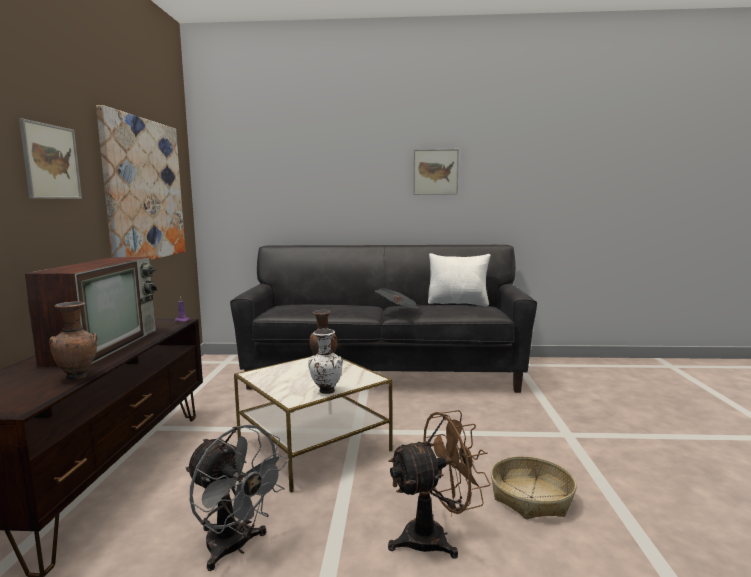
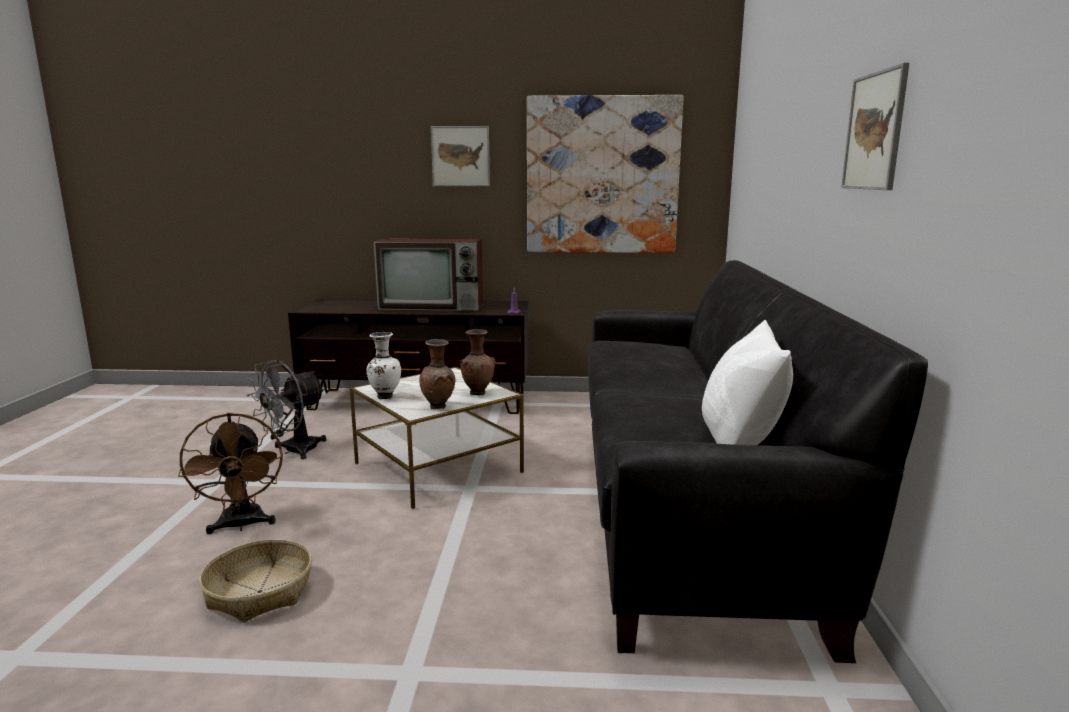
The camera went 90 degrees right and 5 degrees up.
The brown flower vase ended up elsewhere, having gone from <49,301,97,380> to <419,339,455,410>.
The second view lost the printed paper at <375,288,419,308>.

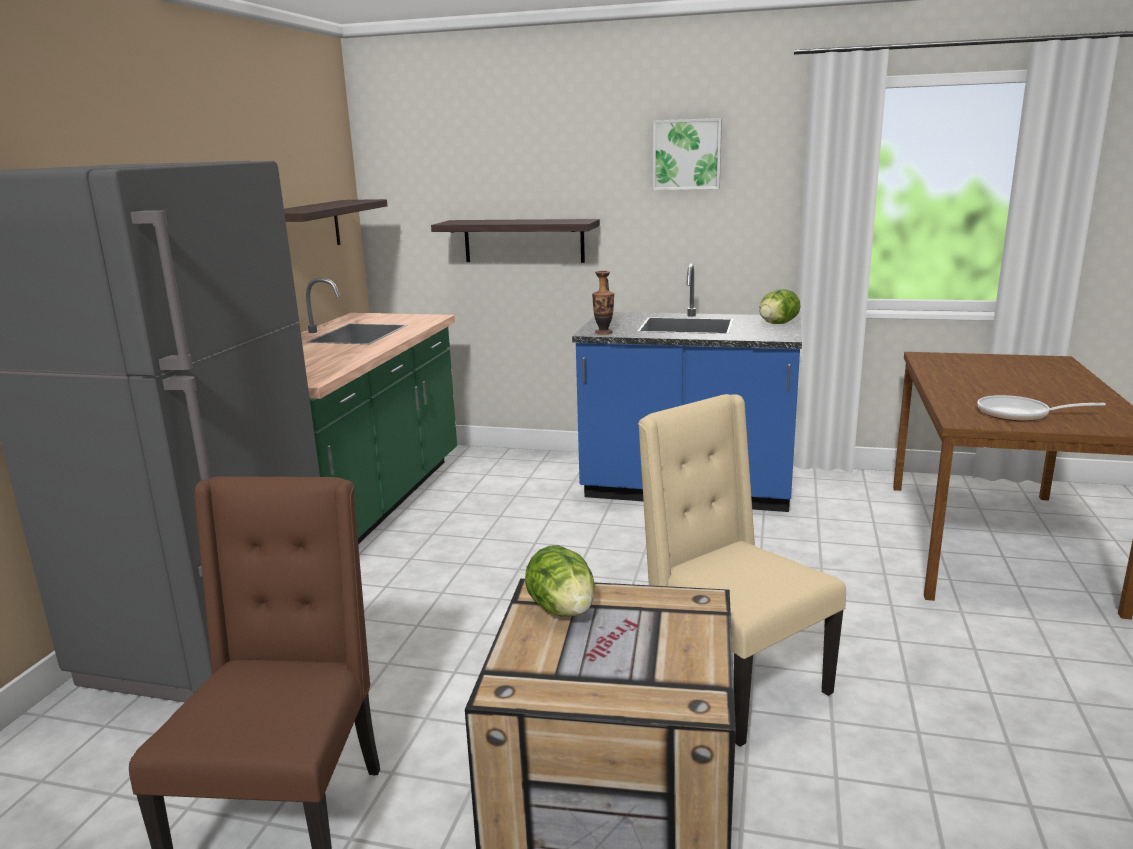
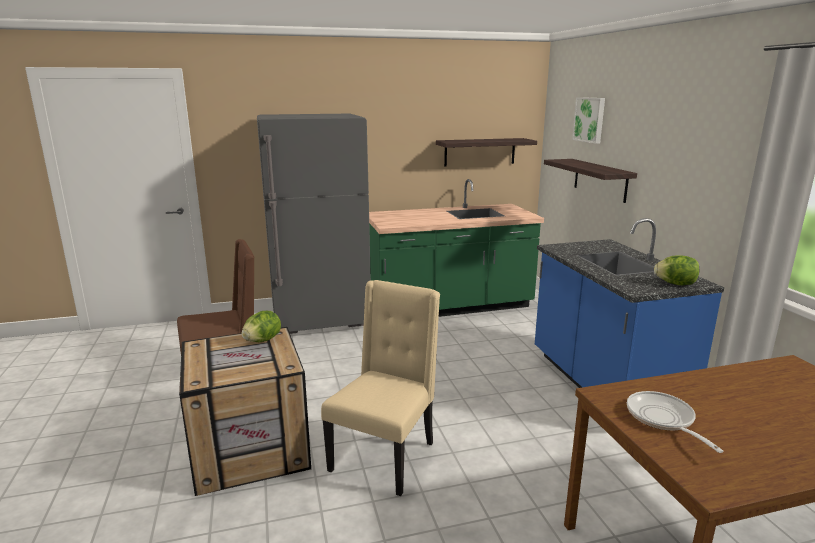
The camera went 60 degrees right and 0 degrees up.
The second view lost the flower vase at <592,271,614,335>.
The wall art ended up elsewhere, having gone from <653,118,722,190> to <572,97,605,144>.

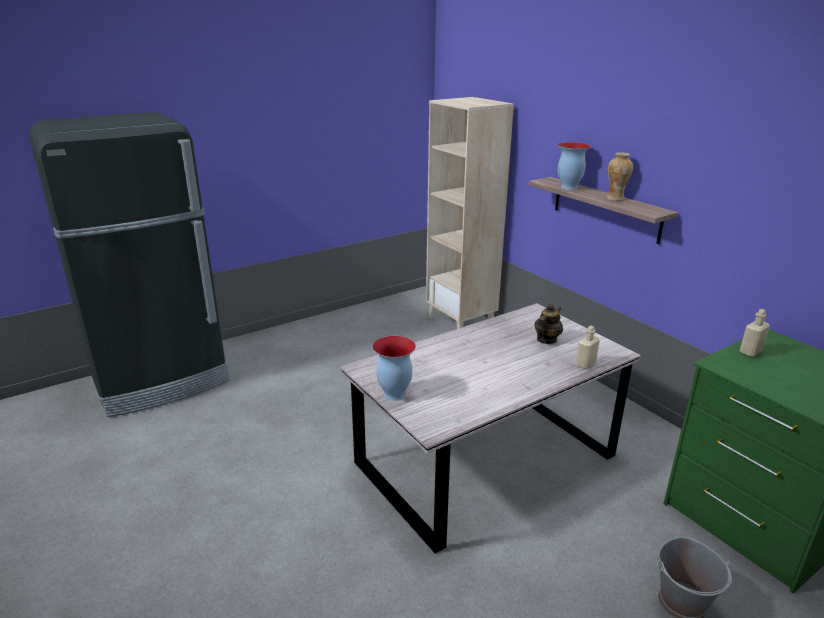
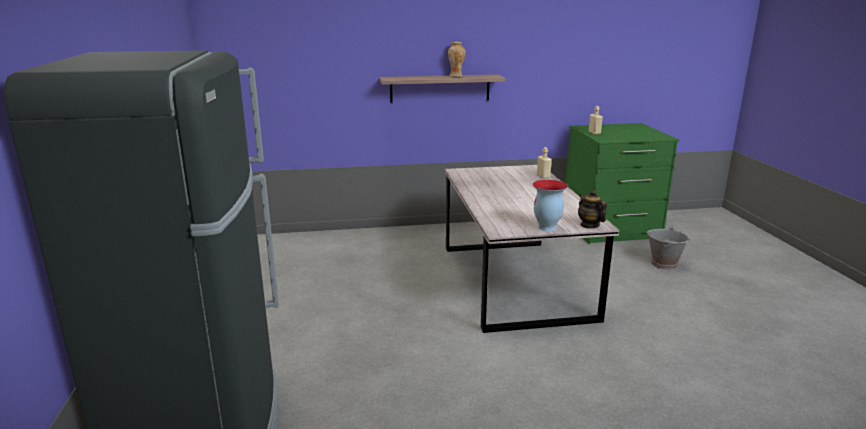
The camera went 65 degrees left and 5 degrees down.
The second view lost the beige bookshelf at <426,97,514,329>.
The tea pot ended up elsewhere, having gone from <534,304,563,344> to <578,190,607,229>.
The second view lost the flower vase at <558,142,591,190>.

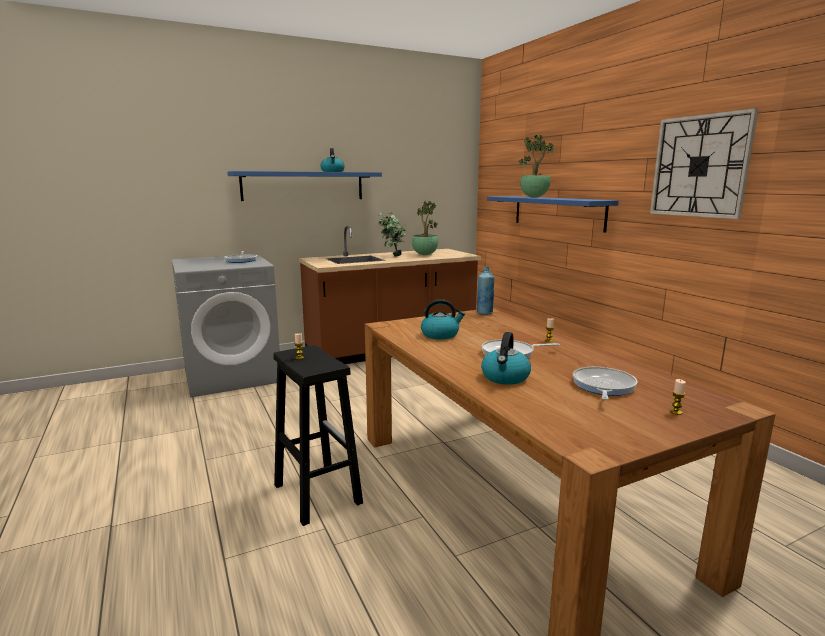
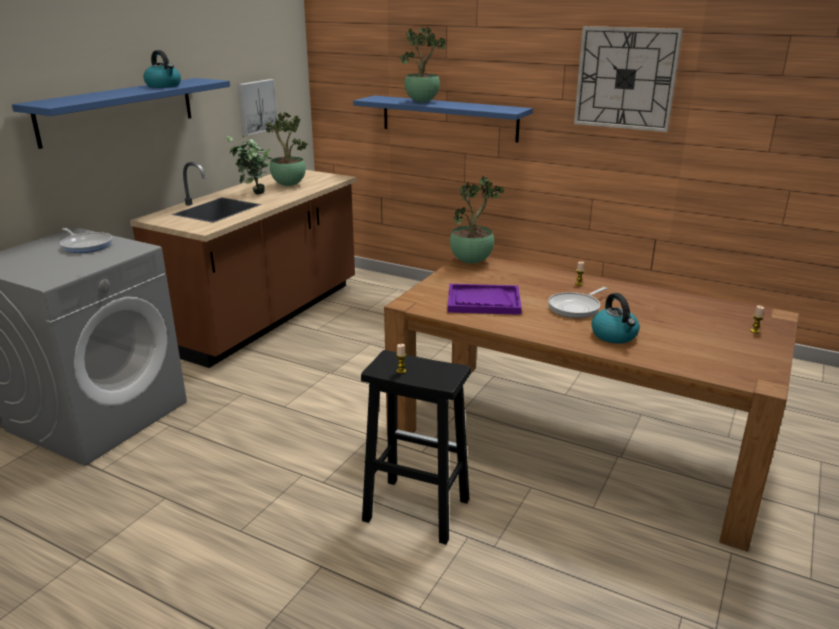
The camera went 35 degrees left and 10 degrees up.
Where the kettle stood at <421,299,465,340>, the purple-coloured tray came to stand at <448,284,522,315>.
Where the blue-coloured drink bottle stood at <477,266,494,315>, the plant in a pot came to stand at <450,176,504,264>.
The second view lost the skillet at <573,367,638,400>.
The second view gained the wall art at <237,79,278,136>.

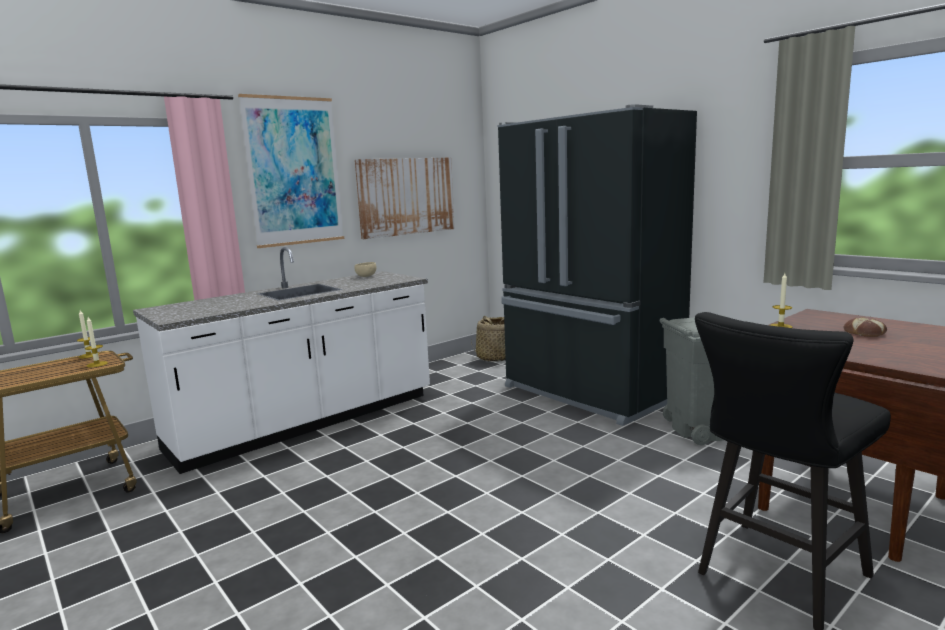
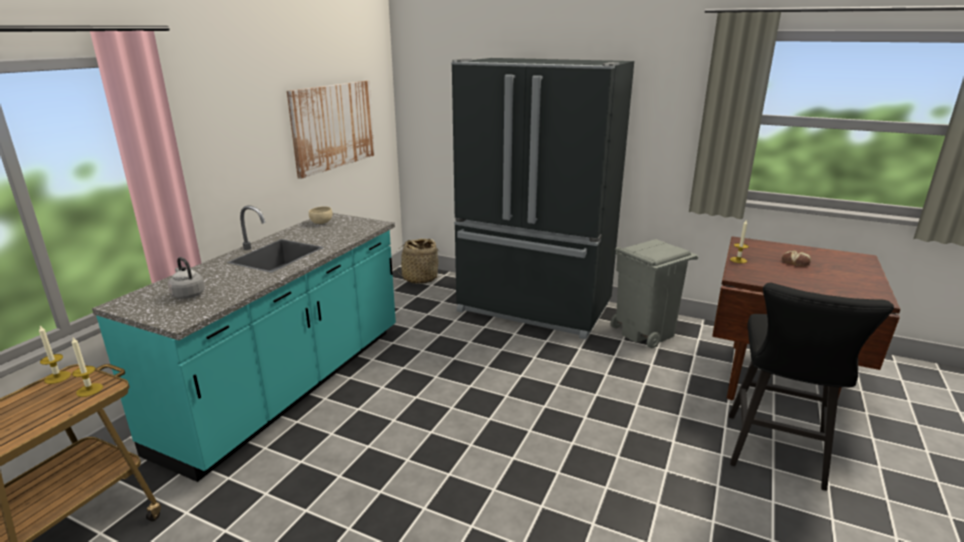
The camera went 25 degrees left and 10 degrees up.
What was the whitish kitchen counter at <133,247,430,474> turned into the blue-green kitchen counter at <92,205,396,482>.
The second view lost the wall art at <238,94,344,248>.
The second view gained the grey kettle at <168,257,205,299>.

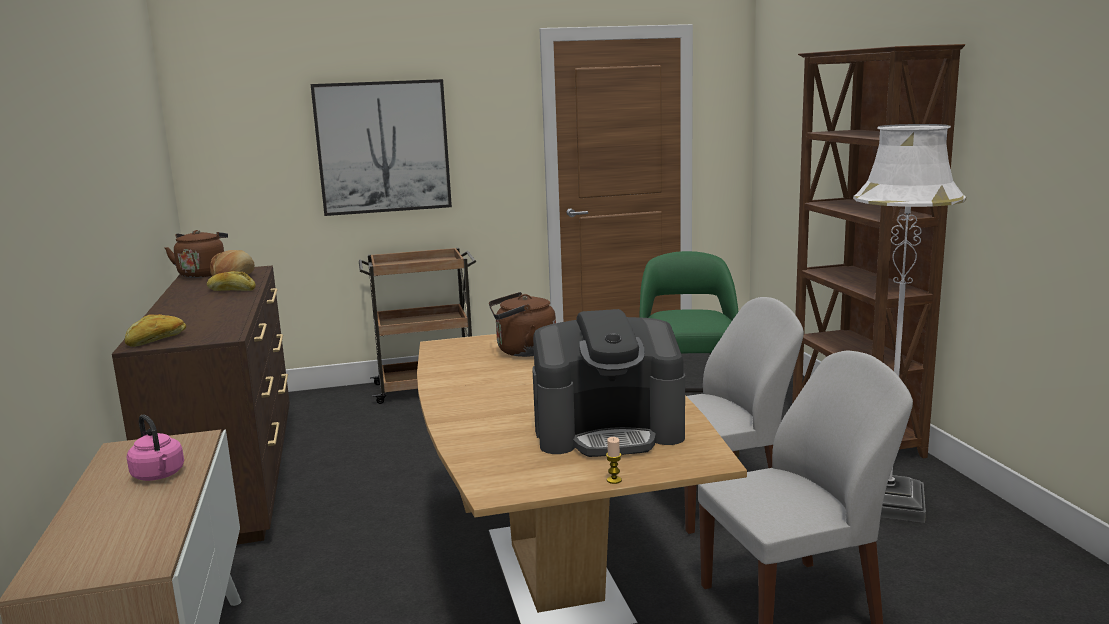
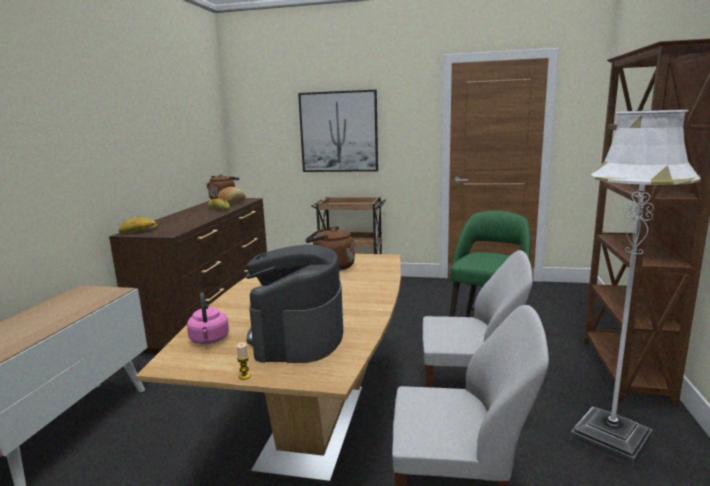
The camera went 25 degrees right and 0 degrees up.
The pinkish kettle ended up elsewhere, having gone from <127,414,184,481> to <187,292,229,344>.
The coffee machine at <532,309,685,457> ended up facing another way, 75 degrees clockwise from before.

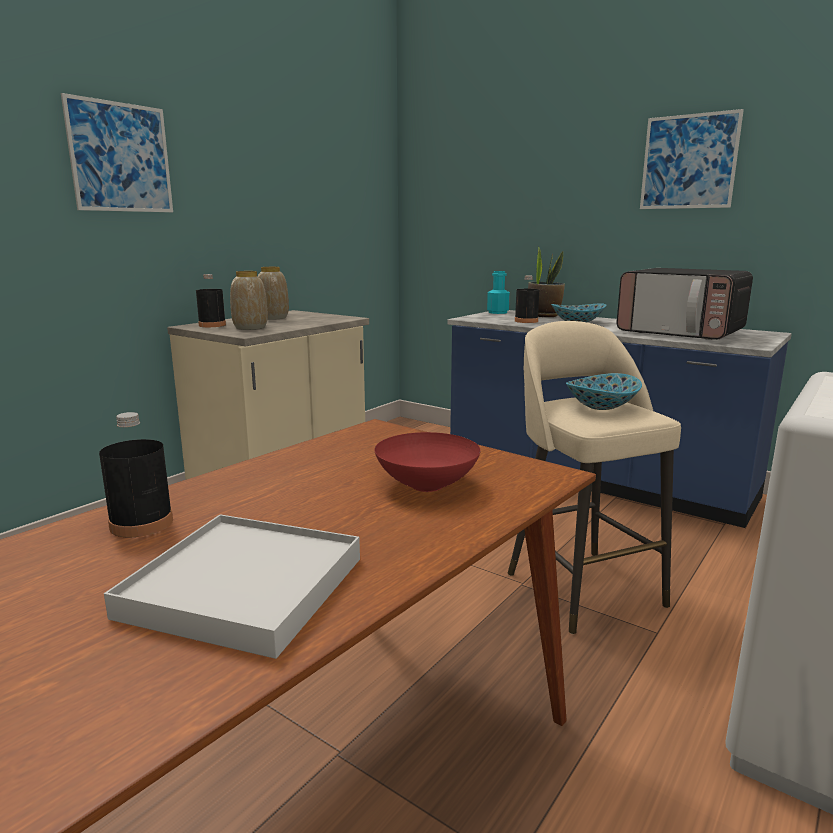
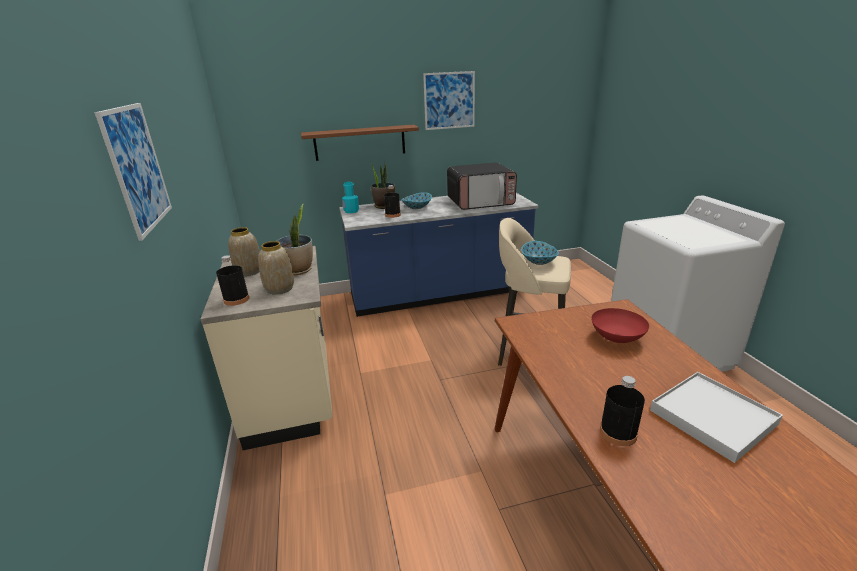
The camera went 50 degrees left and 10 degrees up.
The second view gained the plant in a pot at <277,203,313,275>.
The second view gained the brown bracket shelf at <301,125,419,161>.

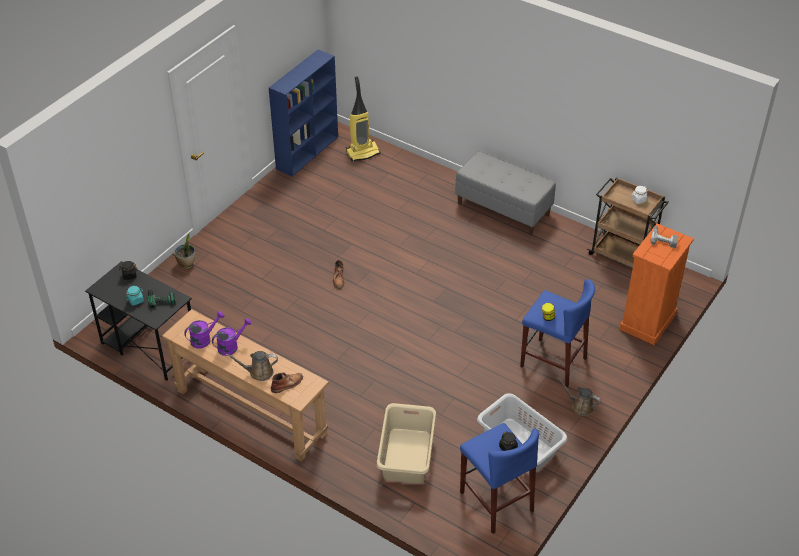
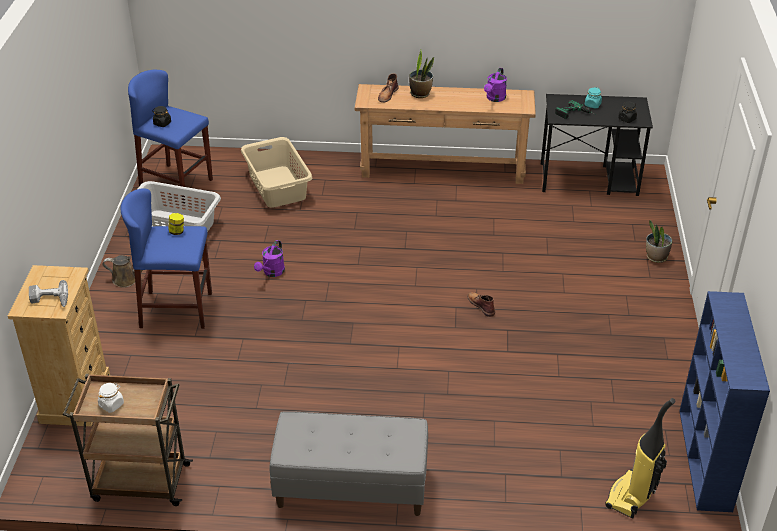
The camera went 150 degrees right and 5 degrees down.
The purple-coloured sprinkling can ended up elsewhere, having gone from <212,318,252,356> to <254,240,285,277>.
Where the brown sprinkling can stood at <226,351,278,381>, the plant in a pot came to stand at <409,50,434,98>.
What was the orange-coloured chest of drawers at <619,223,694,345> turned into the beige chest of drawers at <8,265,110,427>.

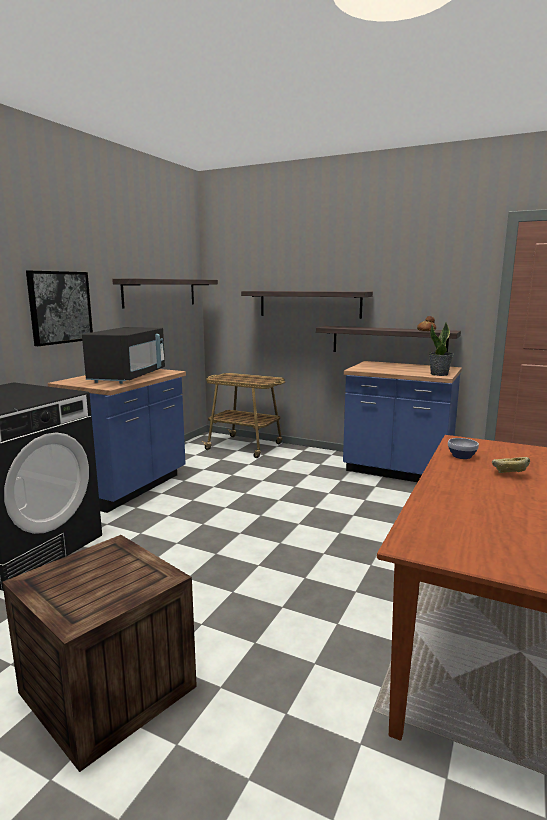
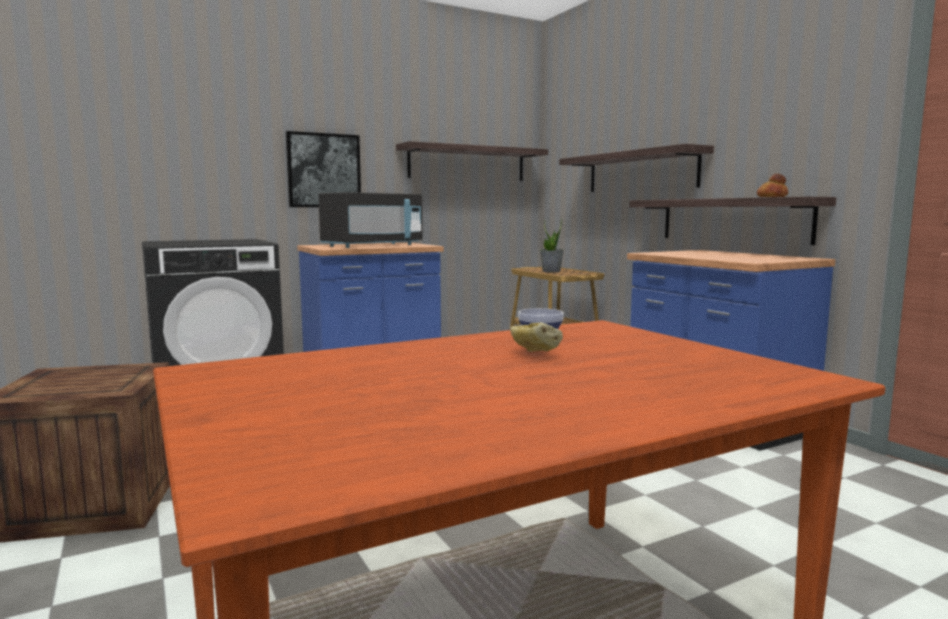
The camera went 35 degrees right and 5 degrees down.
The plant in a pot ended up elsewhere, having gone from <429,322,453,376> to <540,218,564,272>.

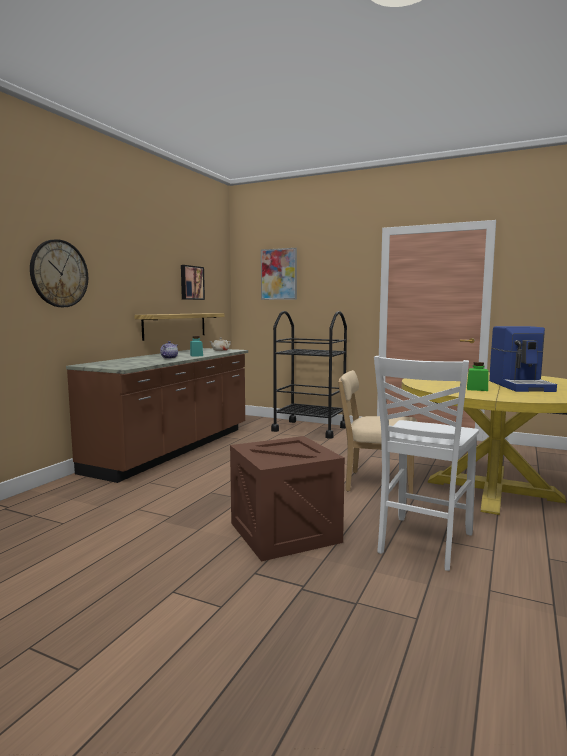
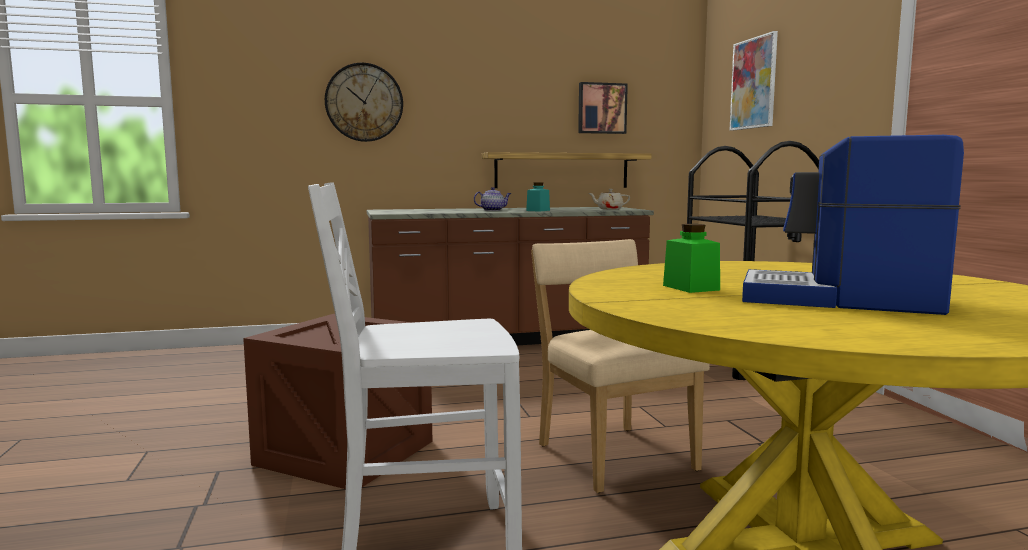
The camera went 50 degrees right and 0 degrees up.
The coffee machine at <489,326,557,392> ended up facing another way, 60 degrees clockwise from before.

